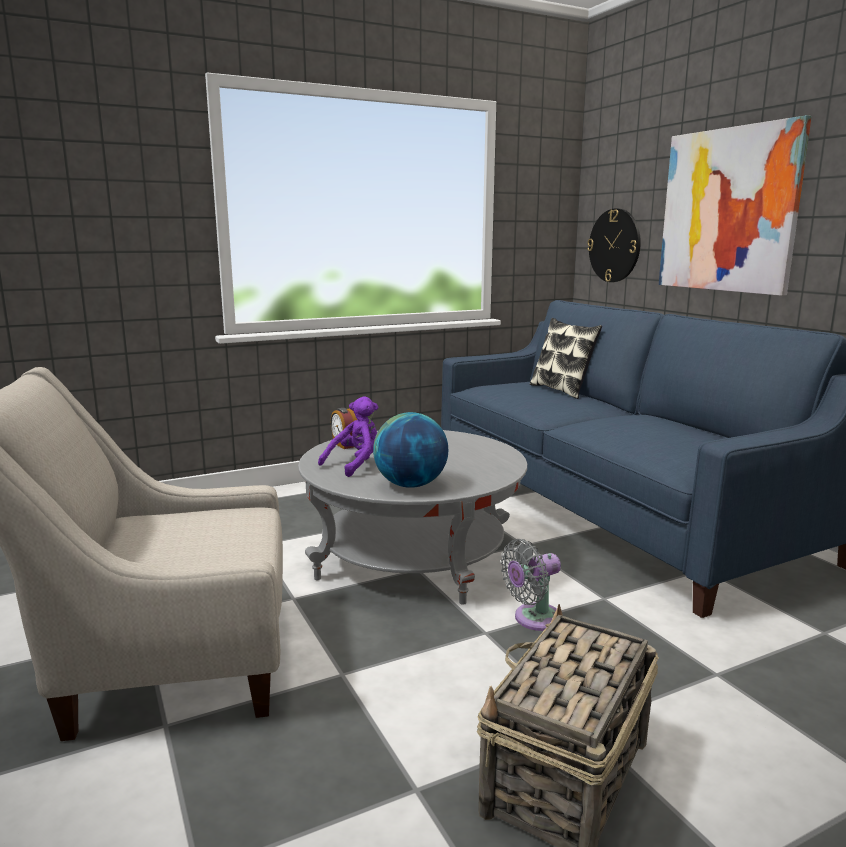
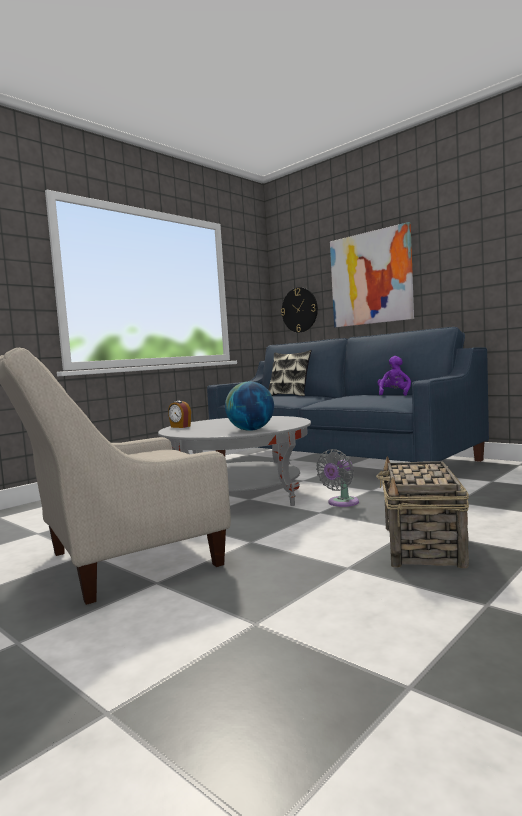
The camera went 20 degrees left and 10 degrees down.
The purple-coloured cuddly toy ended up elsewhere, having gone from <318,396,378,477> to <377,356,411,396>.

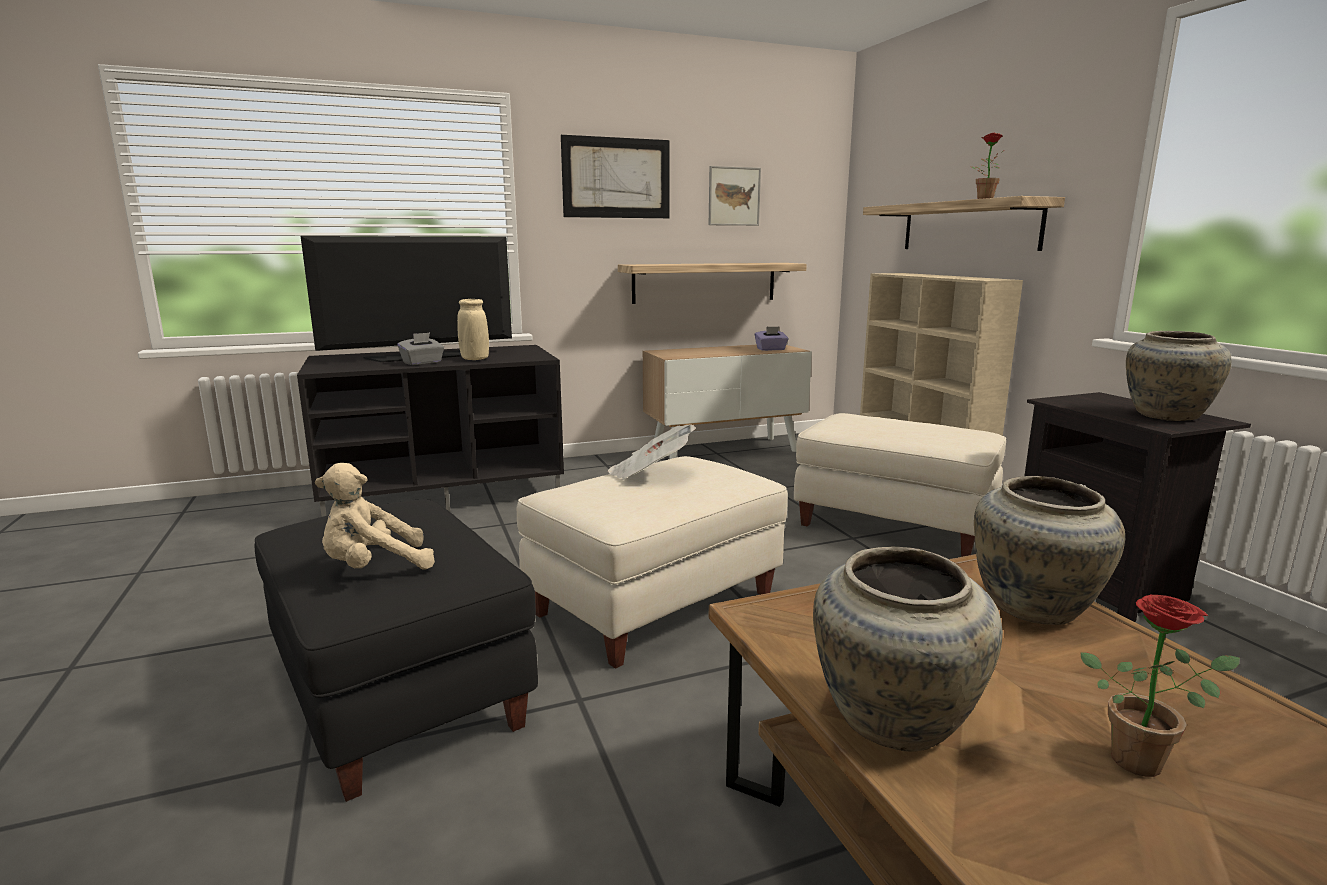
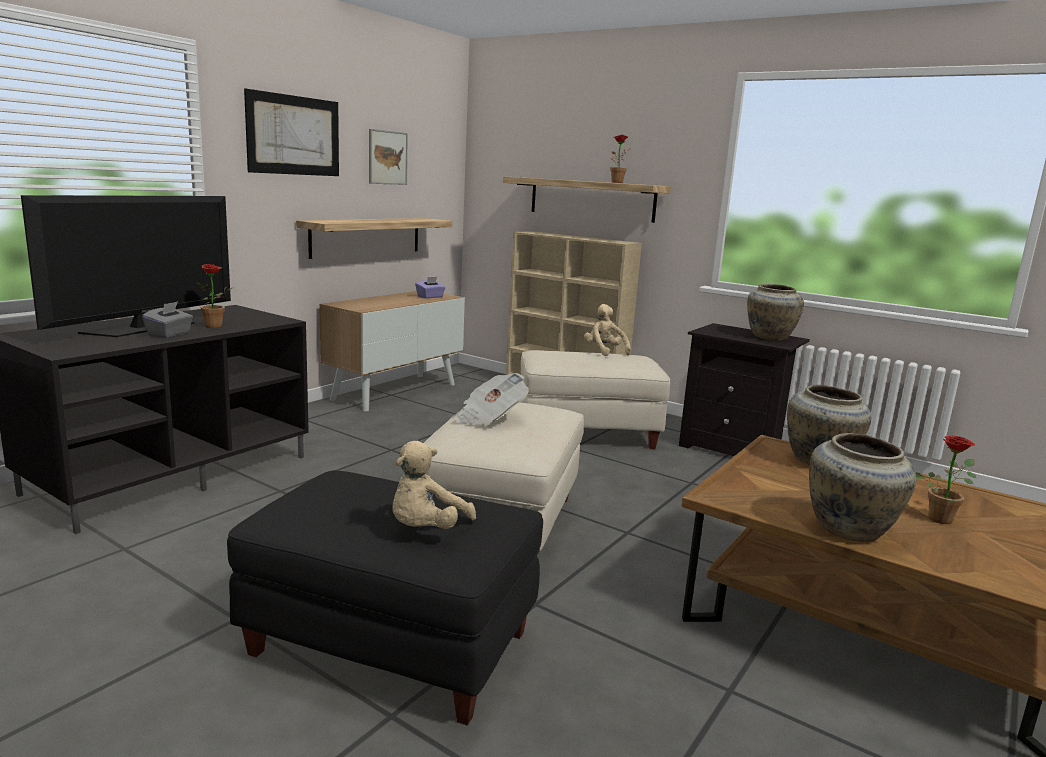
The camera went 35 degrees left and 0 degrees up.
Where the beige flower vase stood at <457,299,489,360>, the plant in a pot came to stand at <196,264,234,328>.
The second view gained the beige cuddly toy at <584,304,631,356>.

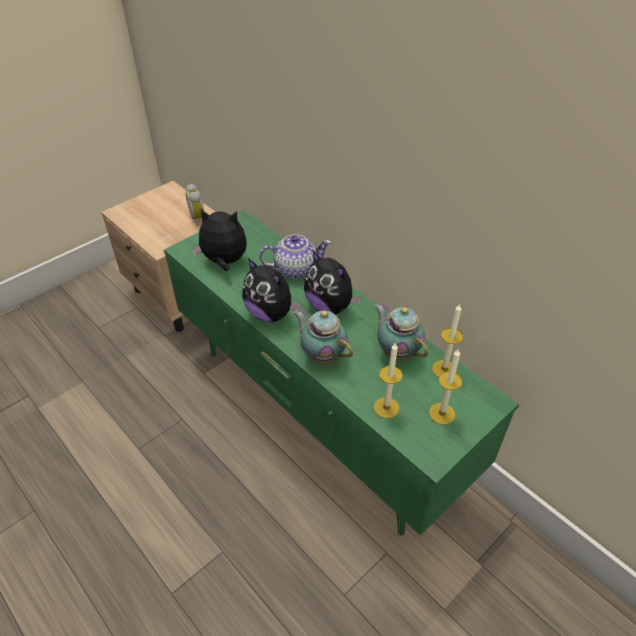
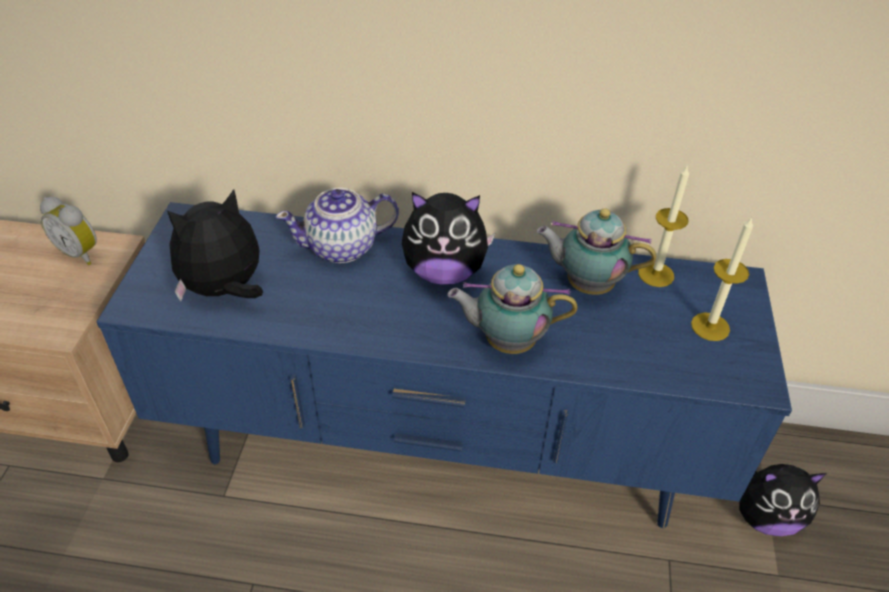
The camera went 40 degrees left and 0 degrees up.
What was the green-coloured tv unit at <164,210,519,536> turned into the blue-coloured tv unit at <96,202,792,528>.
The cuddly toy ended up elsewhere, having gone from <242,258,301,322> to <739,464,827,536>.
The tea pot at <259,234,331,279> ended up facing another way, 150 degrees counterclockwise from before.
The second view lost the wax light at <374,342,403,419>.

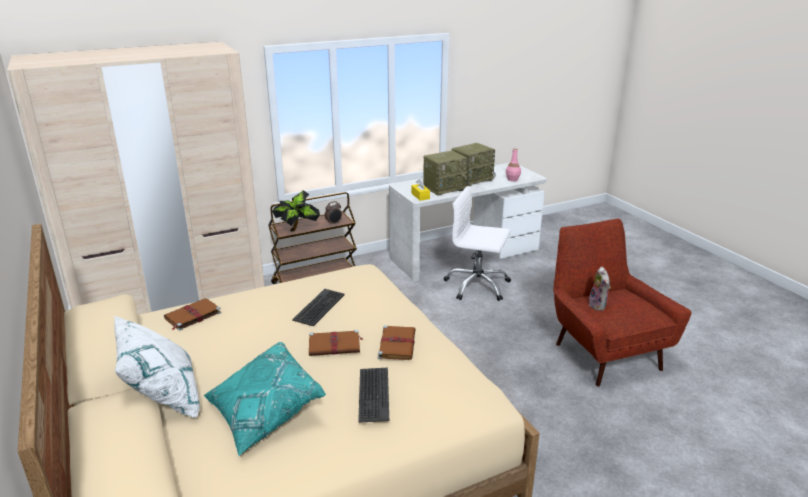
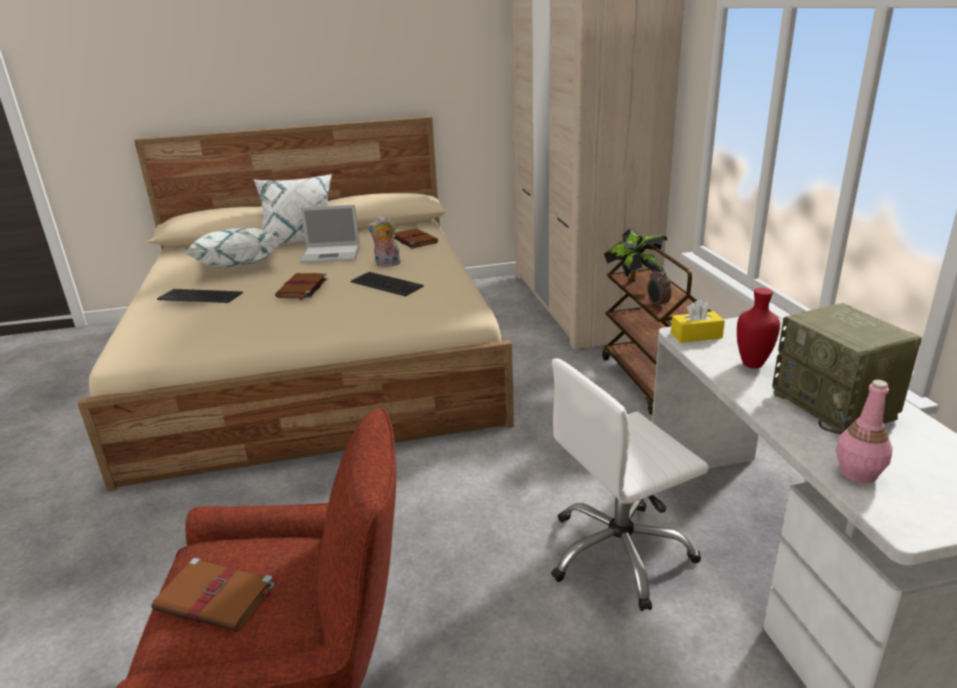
The camera went 105 degrees right and 0 degrees up.
What was the blue-green cushion at <204,342,326,456> turned into the whitish cushion at <183,227,283,268>.
The brown bound book ended up elsewhere, having gone from <378,325,416,360> to <151,558,276,632>.
Where the radio receiver stood at <423,151,469,196>, the reddish flower vase came to stand at <737,288,780,368>.
The whitish office chair at <444,186,511,301> ended up facing another way, 150 degrees counterclockwise from before.
The cuddly toy ended up elsewhere, having gone from <589,267,611,311> to <367,216,401,266>.
The second view gained the portable computer at <299,205,360,263>.

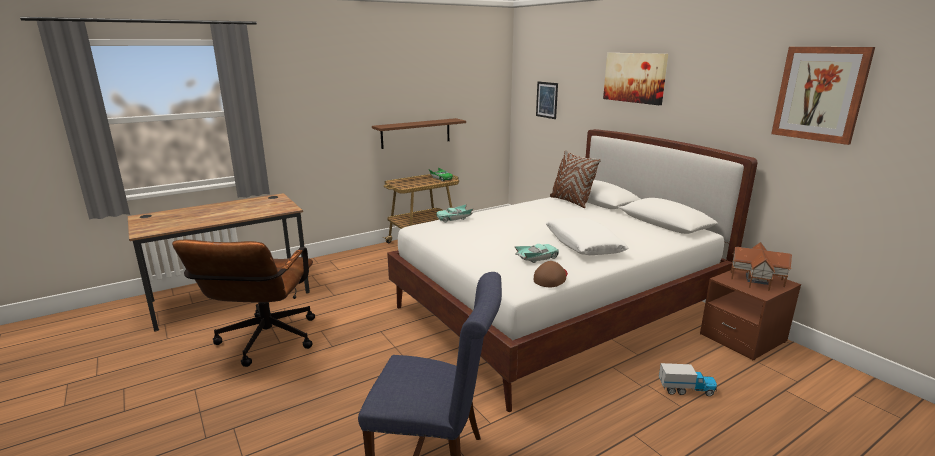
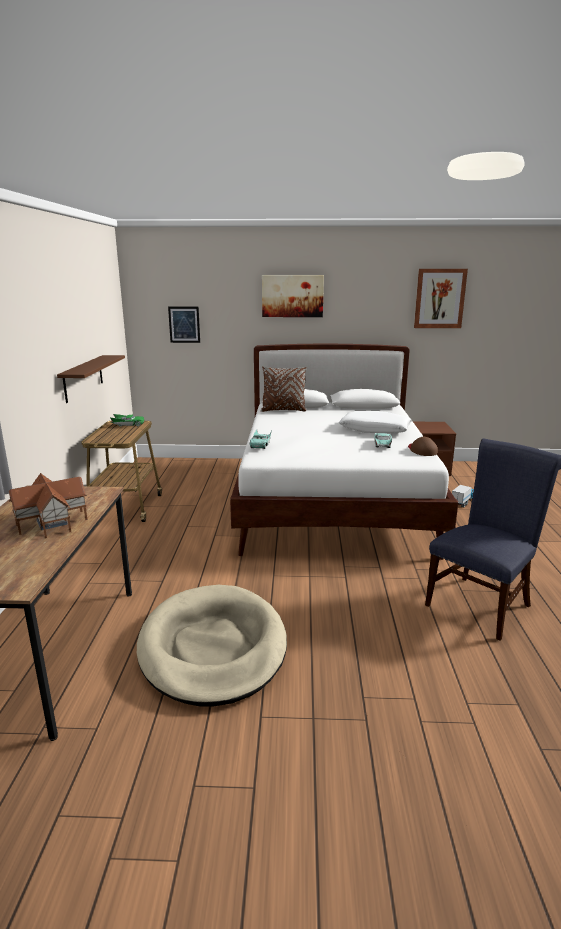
The camera went 55 degrees left and 0 degrees up.
Where the brown office chair stood at <172,239,315,367>, the beige dog cushion came to stand at <137,585,287,707>.
The toy house ended up elsewhere, having gone from <730,242,792,291> to <9,473,87,538>.

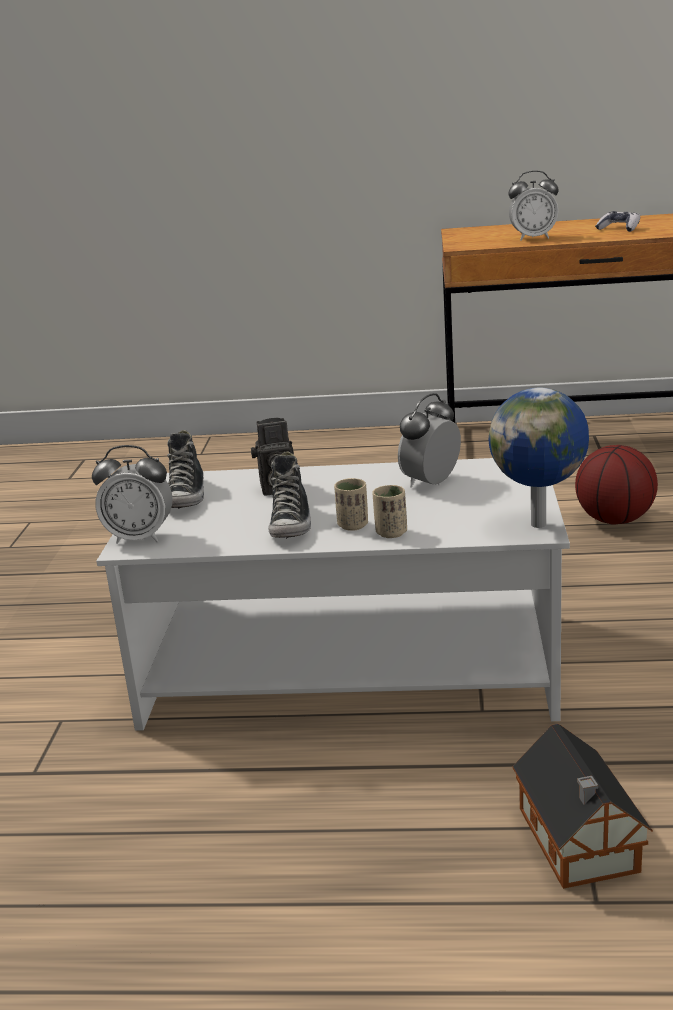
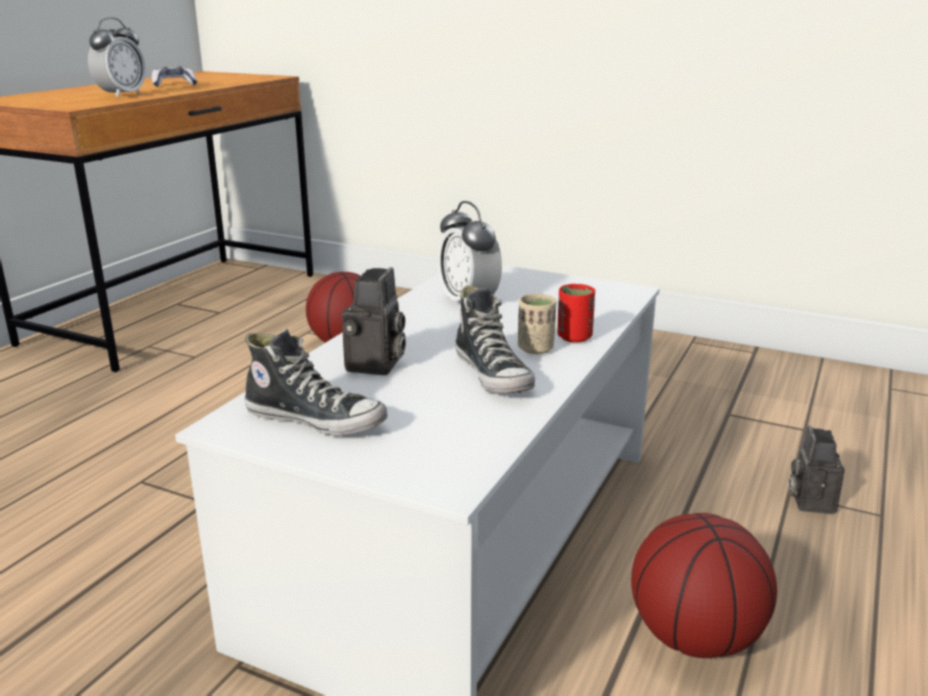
The camera went 70 degrees left and 0 degrees up.
The second view lost the table clock at <92,445,172,544>.
The item of footwear at <268,451,311,539> ended up facing another way, 45 degrees clockwise from before.
What was the beige small cup at <372,485,407,538> turned into the reddish small cup at <557,284,595,343>.
The second view lost the desk globe at <489,388,589,528>.
Where the toy house stood at <512,724,653,889>, the photo camera came to stand at <789,425,845,514>.
The second view gained the basketball ball at <631,513,777,658>.

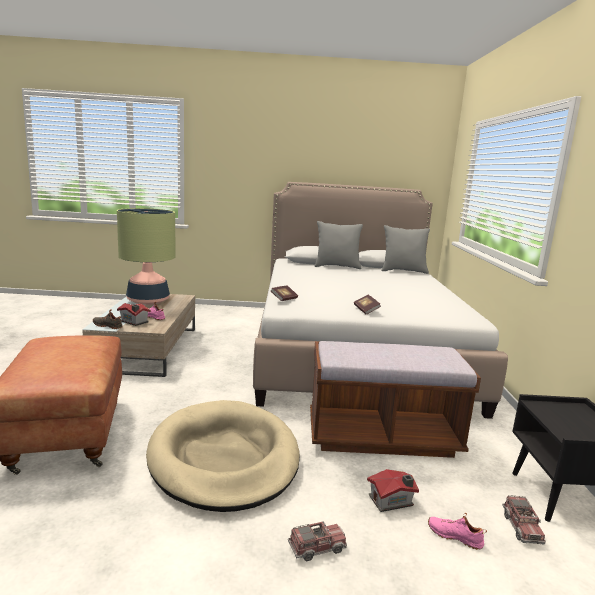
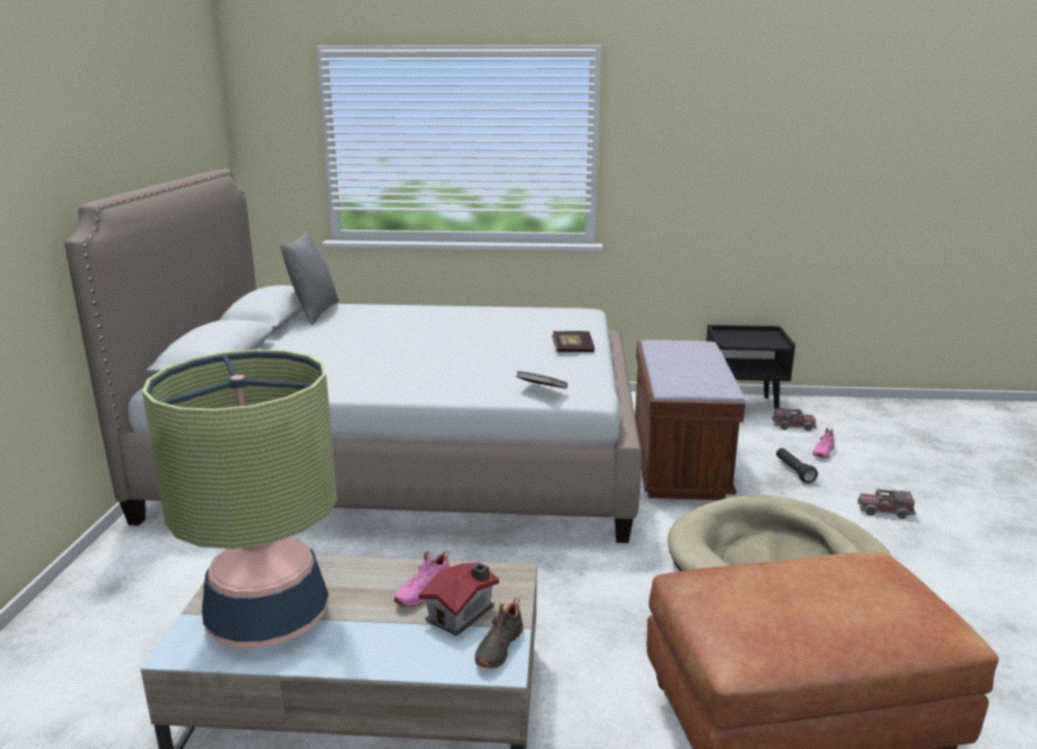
The camera went 85 degrees left and 5 degrees up.
The model truck at <288,521,347,562> ended up facing another way, 60 degrees counterclockwise from before.
The second view lost the grey cushion at <315,221,363,269>.
Where the toy house stood at <367,469,419,512>, the black-coloured hand torch came to stand at <776,448,818,483>.

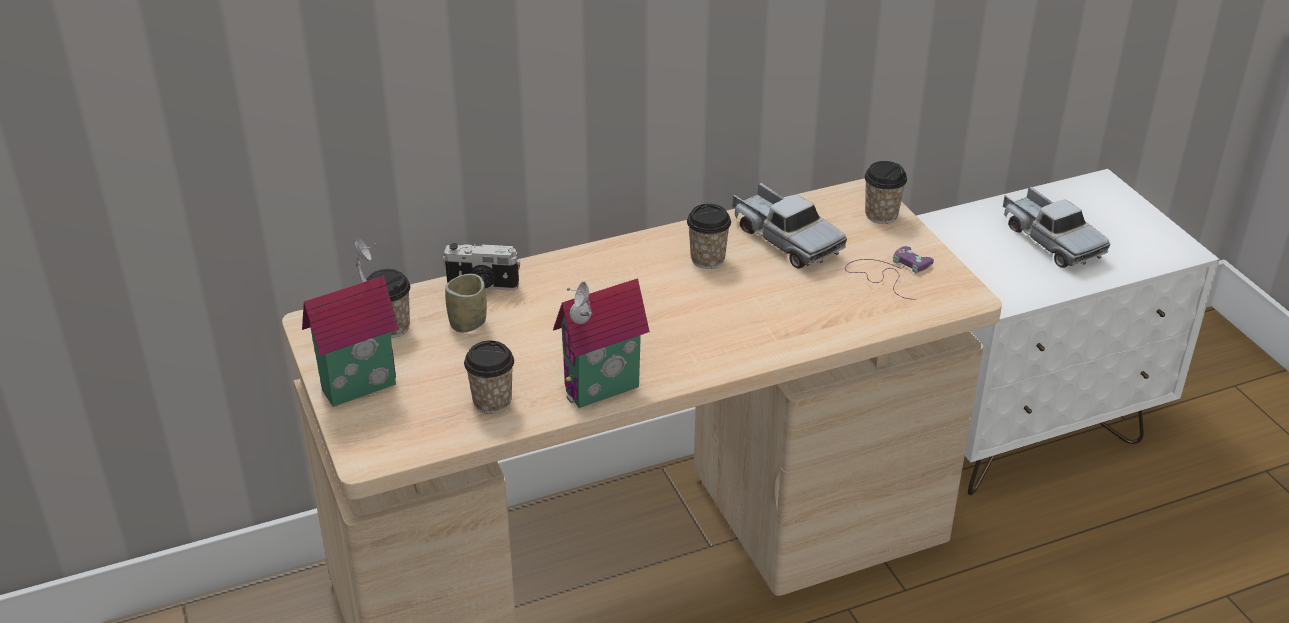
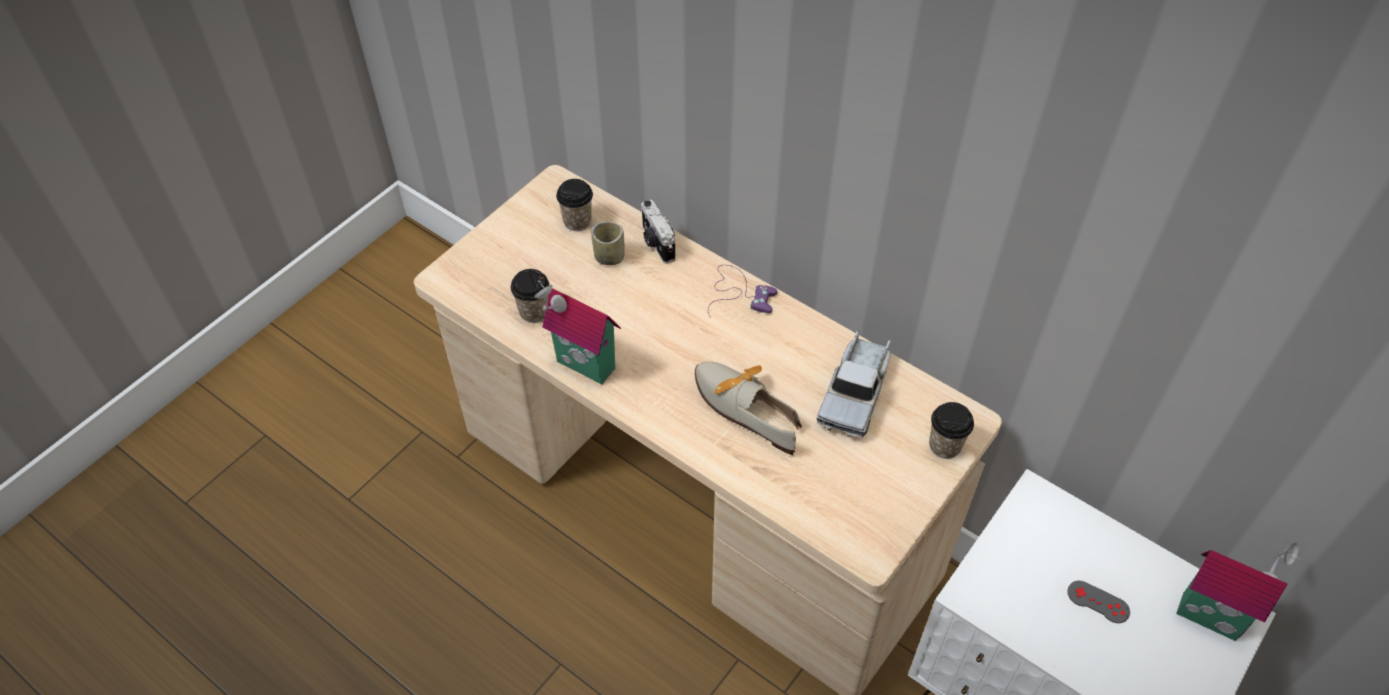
The camera went 60 degrees right and 15 degrees up.
The toy house ended up elsewhere, having gone from <302,238,399,407> to <1176,543,1304,641>.
The second view lost the small cup at <687,204,731,269>.
The purple-coloured joypad ended up elsewhere, having gone from <845,246,934,300> to <708,265,777,318>.
Where the model truck stood at <1003,187,1110,268>, the grey joypad came to stand at <1067,581,1130,623>.
The second view gained the item of footwear at <695,361,802,455>.

